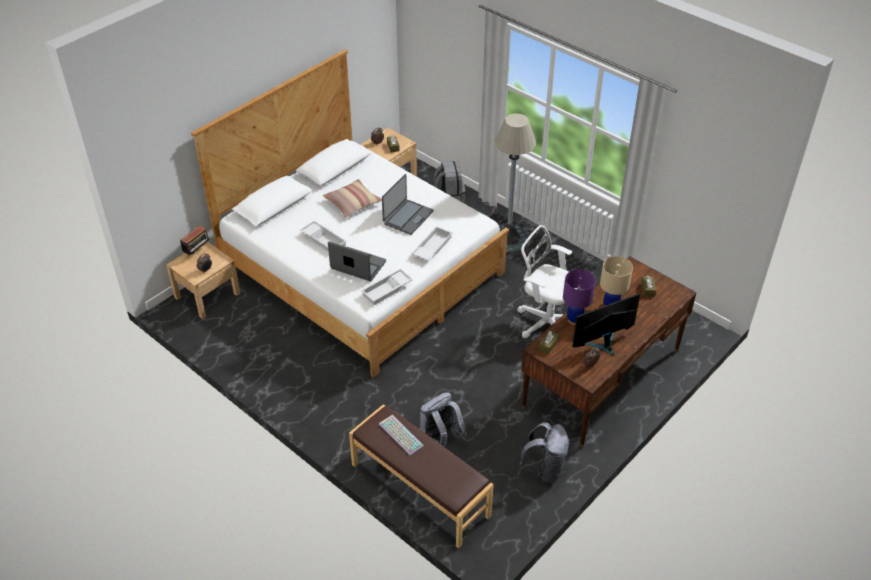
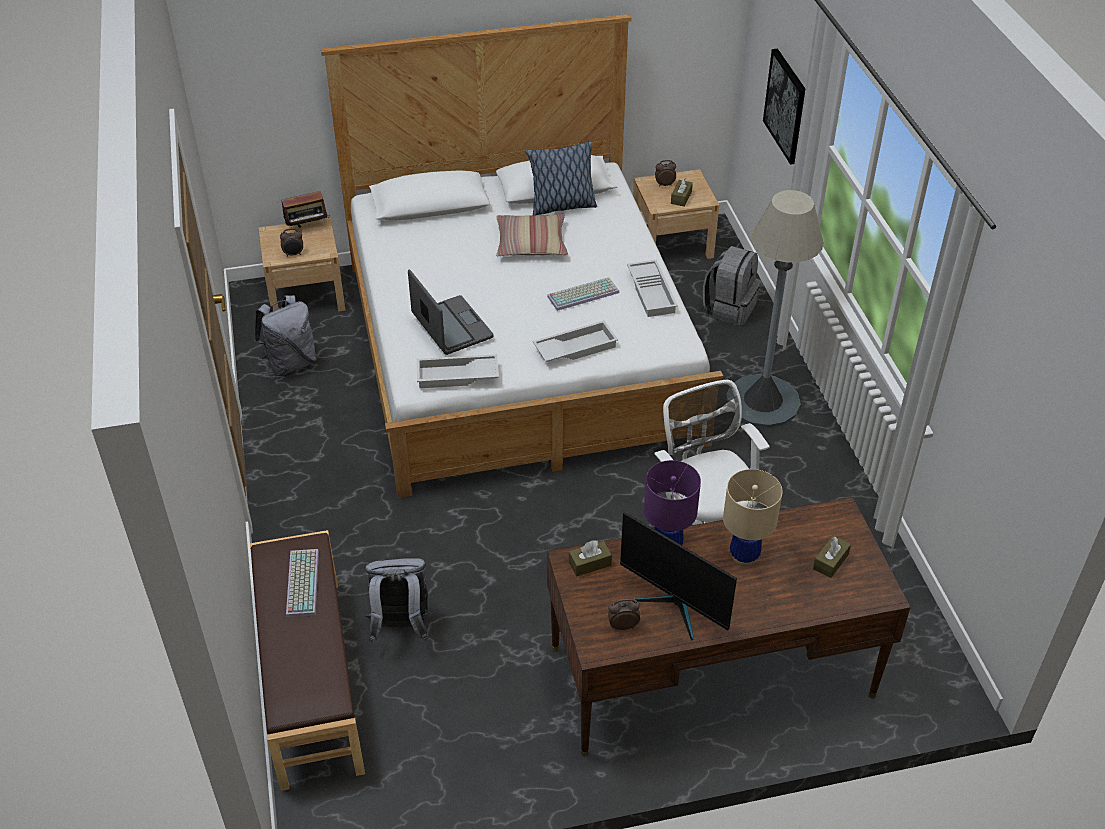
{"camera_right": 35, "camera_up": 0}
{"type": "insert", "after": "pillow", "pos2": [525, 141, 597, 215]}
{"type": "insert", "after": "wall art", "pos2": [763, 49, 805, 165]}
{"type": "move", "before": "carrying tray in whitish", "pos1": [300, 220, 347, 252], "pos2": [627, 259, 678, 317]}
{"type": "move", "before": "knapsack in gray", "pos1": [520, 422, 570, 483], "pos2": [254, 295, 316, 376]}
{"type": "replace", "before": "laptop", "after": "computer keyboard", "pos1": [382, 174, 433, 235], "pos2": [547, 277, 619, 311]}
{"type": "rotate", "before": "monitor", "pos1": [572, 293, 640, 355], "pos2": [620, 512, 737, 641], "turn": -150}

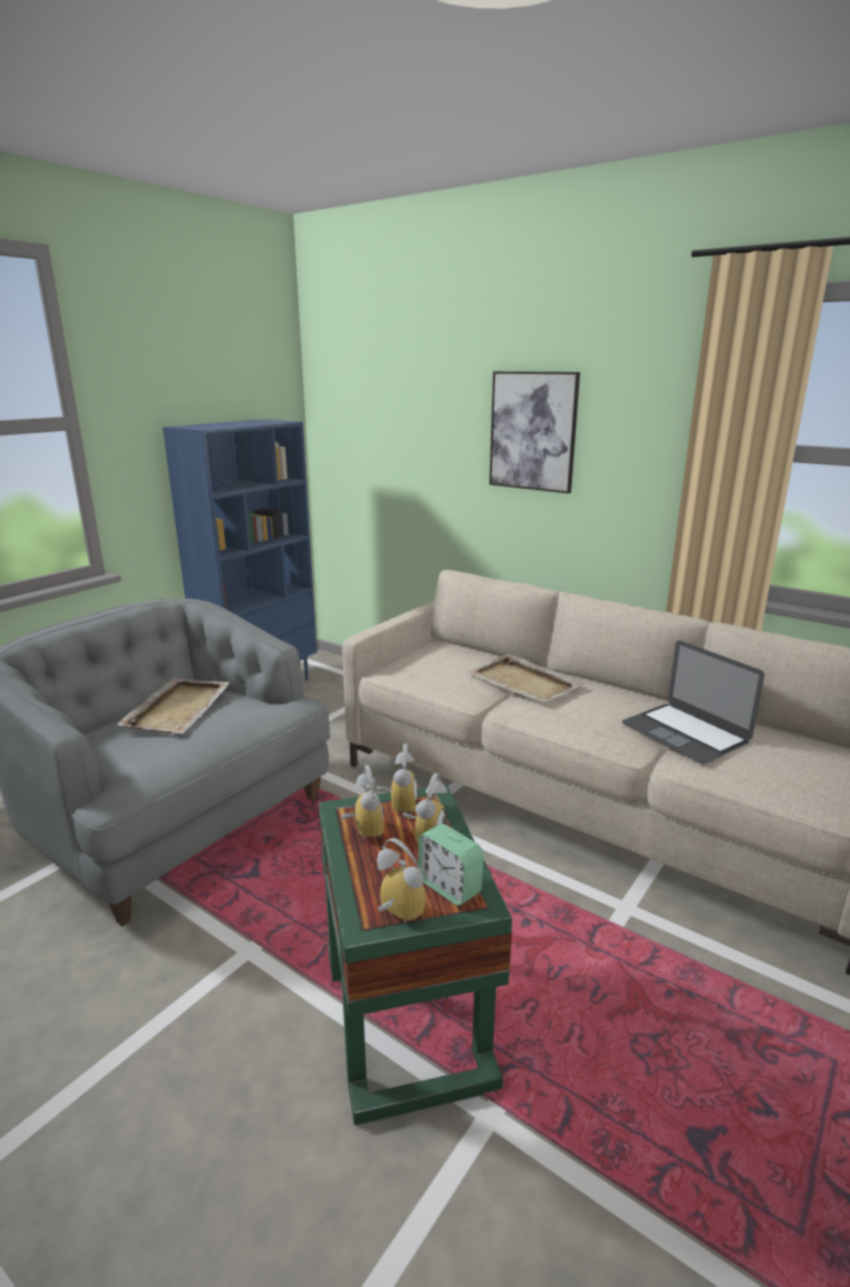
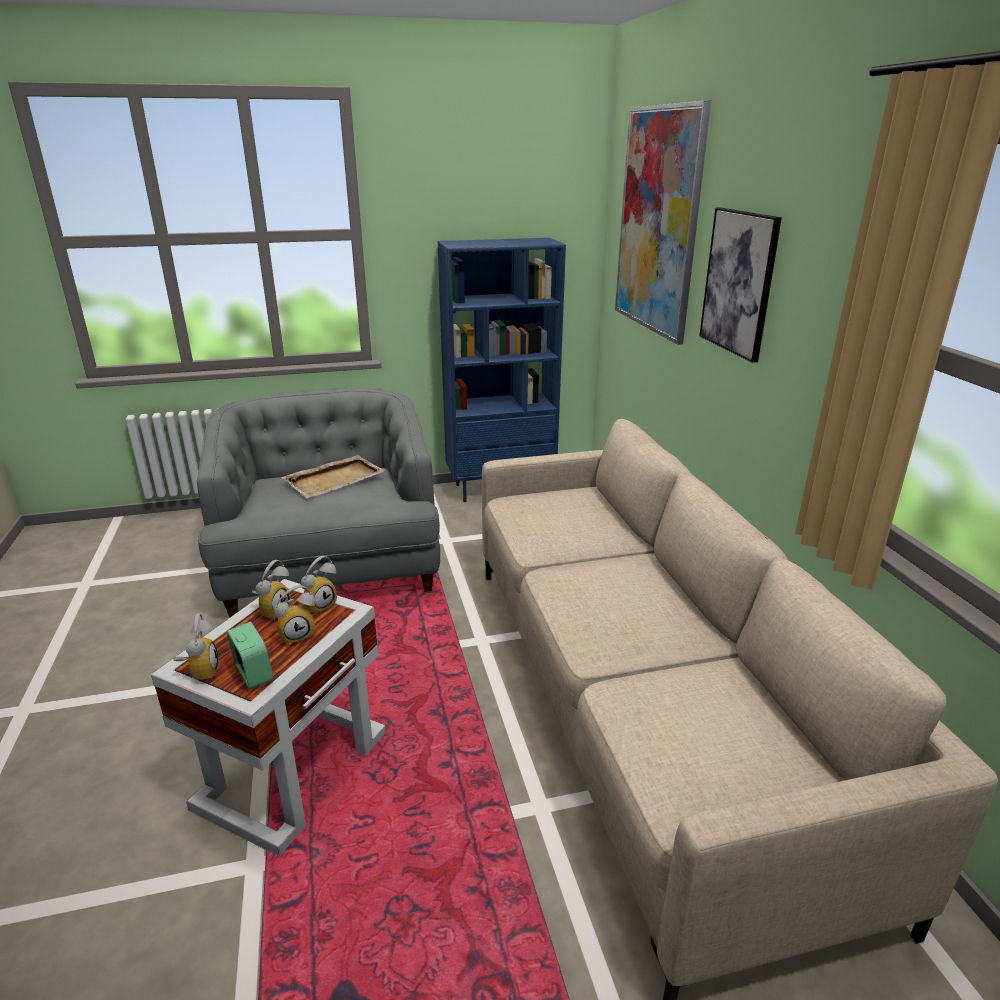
{"camera_right": 40, "camera_up": 5}
{"type": "delete", "before": "carrying tray in beige-coloured", "pos1": [467, 654, 585, 703]}
{"type": "delete", "before": "laptop", "pos1": [622, 640, 764, 764]}
{"type": "insert", "after": "wall art", "pos2": [615, 101, 711, 345]}
{"type": "recolor", "before": "side table in green-coloured", "after": "side table in whitish", "pos1": [318, 785, 512, 1125], "pos2": [151, 579, 386, 856]}
{"type": "rotate", "before": "bedside clock", "pos1": [418, 824, 484, 906], "pos2": [227, 622, 274, 689], "turn": 150}

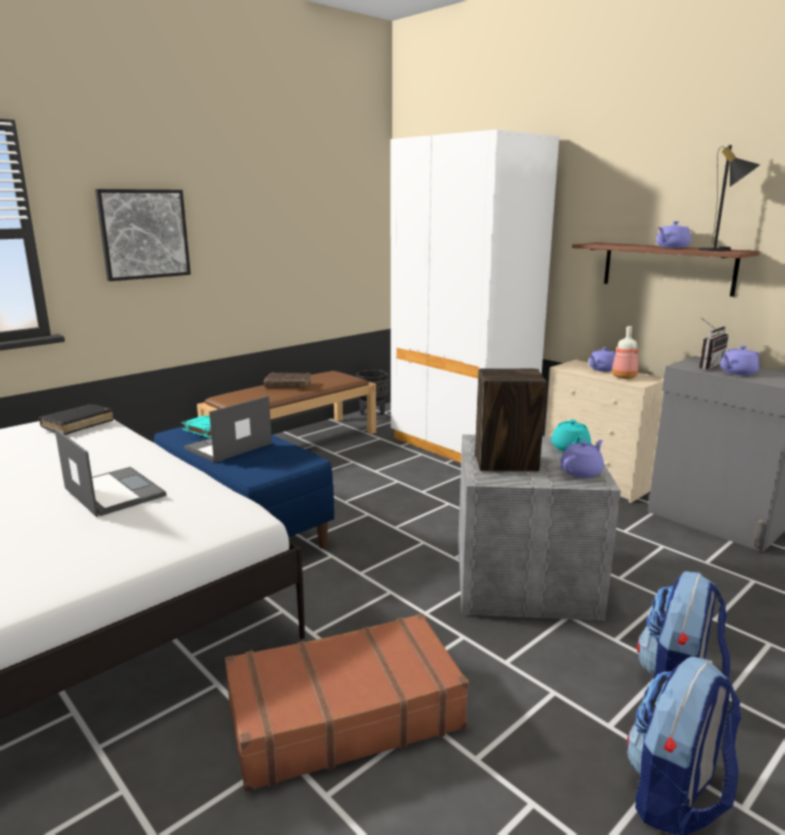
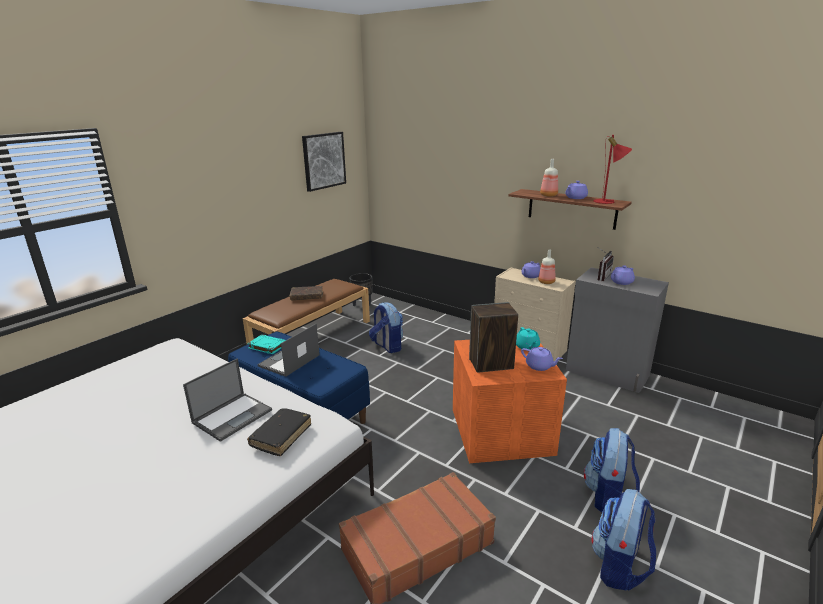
{"camera_right": -10, "camera_up": 5}
{"type": "delete", "before": "armoire in whitish", "pos1": [391, 129, 559, 463]}
{"type": "insert", "after": "knapsack", "pos2": [369, 302, 403, 353]}
{"type": "insert", "after": "bottle", "pos2": [540, 159, 558, 197]}
{"type": "move", "before": "book in blackish", "pos1": [39, 404, 114, 435], "pos2": [247, 408, 311, 456]}
{"type": "move", "before": "wall art", "pos1": [95, 189, 191, 281], "pos2": [302, 132, 346, 192]}
{"type": "recolor", "before": "storage container in gray", "after": "storage container in orange", "pos1": [458, 434, 621, 621], "pos2": [453, 340, 567, 463]}
{"type": "recolor", "before": "tabletop lamp in blackish", "after": "tabletop lamp in red", "pos1": [698, 145, 760, 251], "pos2": [593, 135, 632, 204]}
{"type": "rotate", "before": "laptop", "pos1": [55, 428, 167, 517], "pos2": [183, 358, 272, 442], "turn": 90}
{"type": "rotate", "before": "pot for tea in purplish", "pos1": [560, 440, 604, 478], "pos2": [521, 347, 563, 371], "turn": 90}

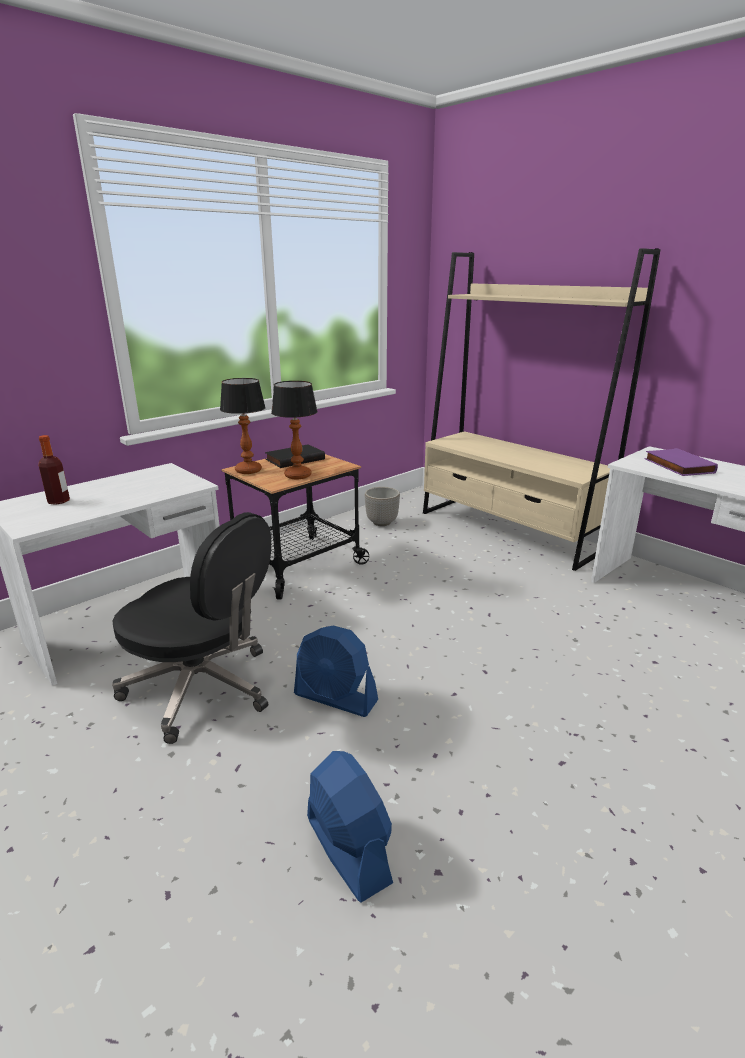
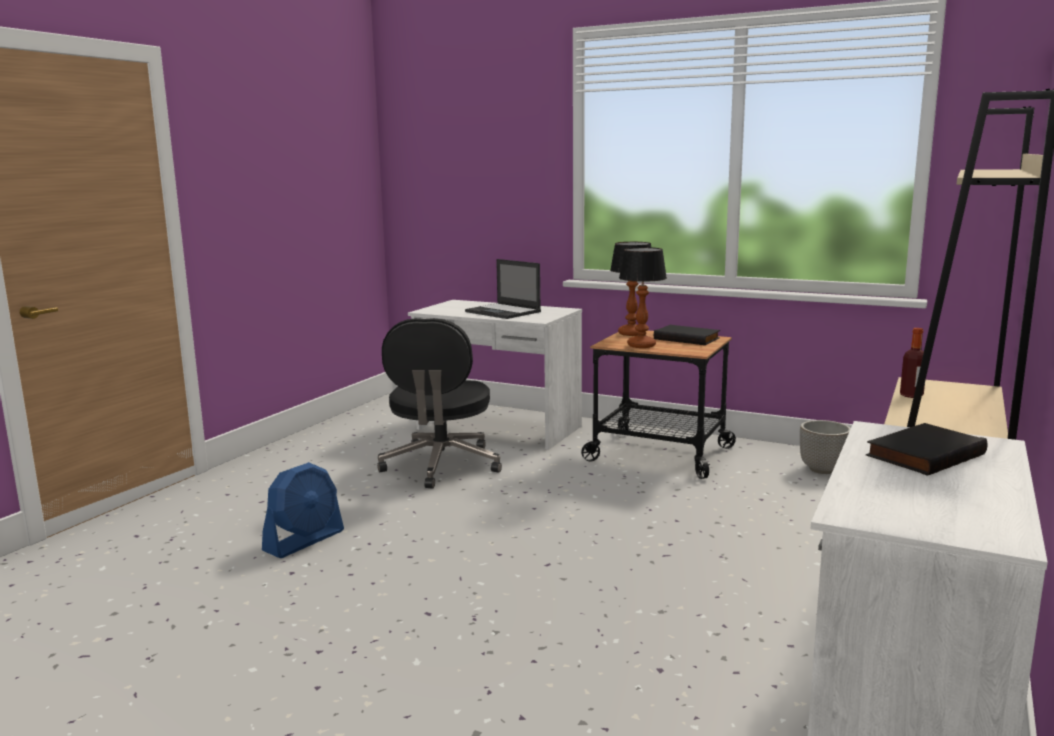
{"camera_right": 70, "camera_up": -10}
{"type": "delete", "before": "electric fan in blue-coloured", "pos1": [294, 625, 378, 717]}
{"type": "insert", "after": "laptop", "pos2": [465, 259, 541, 319]}
{"type": "move", "before": "bottle", "pos1": [38, 435, 70, 505], "pos2": [900, 328, 925, 398]}
{"type": "recolor", "before": "book in purplish", "after": "book in blackish", "pos1": [644, 448, 718, 476], "pos2": [866, 423, 988, 476]}

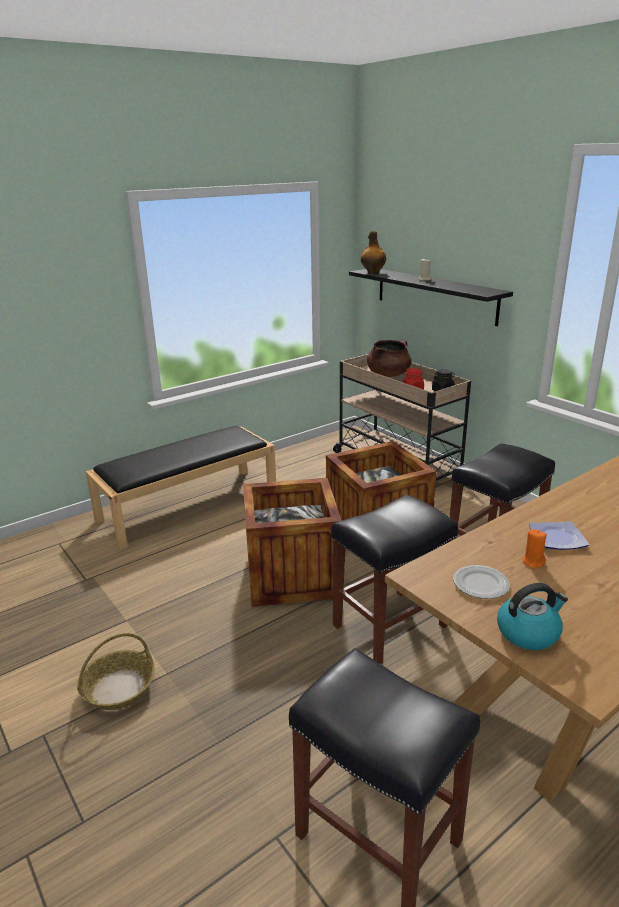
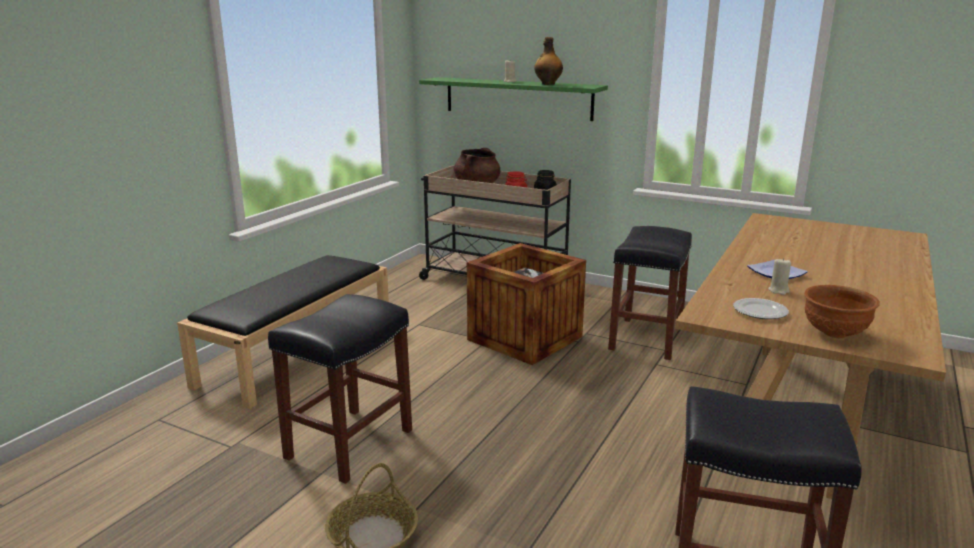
{"camera_right": -25, "camera_up": -5}
{"type": "delete", "before": "shipping crate", "pos1": [243, 478, 342, 607]}
{"type": "move", "before": "stool in blackish", "pos1": [331, 494, 458, 664], "pos2": [268, 294, 412, 484]}
{"type": "move", "before": "bottle", "pos1": [361, 231, 386, 274], "pos2": [534, 37, 563, 85]}
{"type": "replace", "before": "kettle", "after": "serving bowl in brownish", "pos1": [497, 583, 568, 650], "pos2": [804, 285, 880, 338]}
{"type": "recolor", "before": "bracket shelf in blackish", "after": "bracket shelf in green-coloured", "pos1": [349, 269, 513, 326], "pos2": [419, 77, 608, 121]}
{"type": "recolor", "before": "candle in orange", "after": "candle in beige-coloured", "pos1": [522, 529, 547, 569], "pos2": [768, 258, 791, 295]}

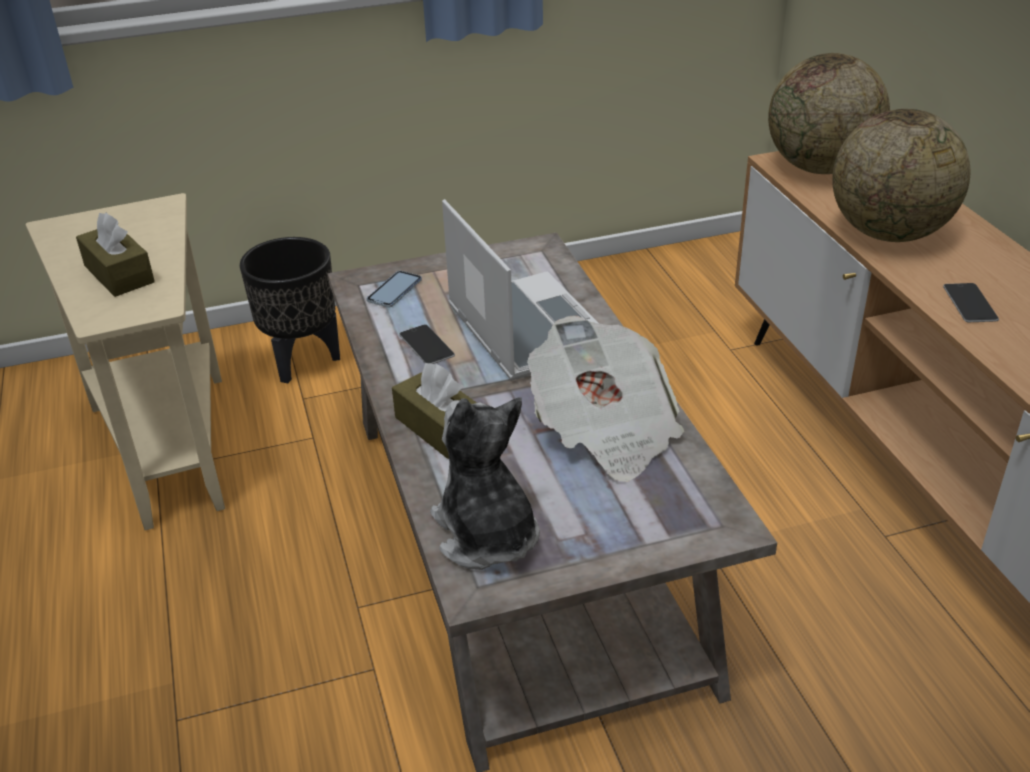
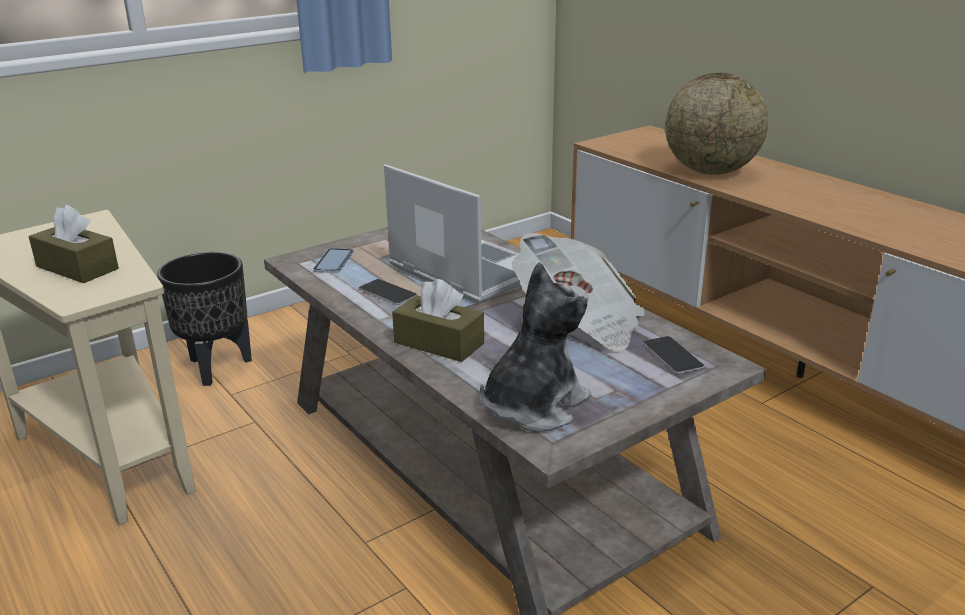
{"camera_right": -20, "camera_up": -10}
{"type": "delete", "before": "desk globe", "pos1": [768, 53, 890, 174]}
{"type": "move", "before": "telephone", "pos1": [943, 283, 999, 322], "pos2": [642, 336, 705, 374]}
{"type": "rotate", "before": "soft toy", "pos1": [430, 397, 540, 570], "pos2": [480, 262, 591, 432], "turn": 90}

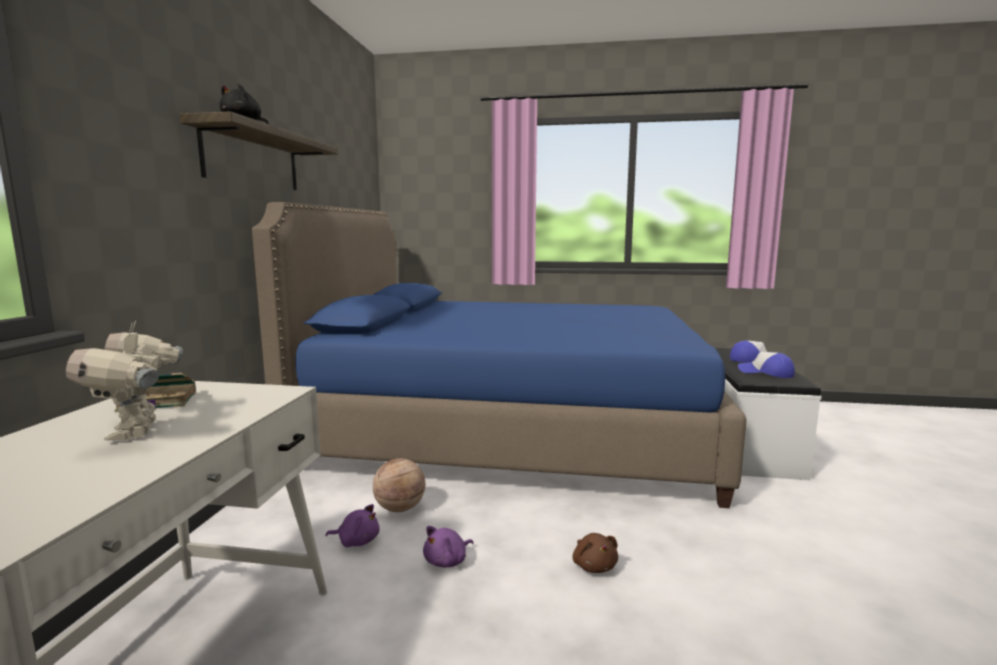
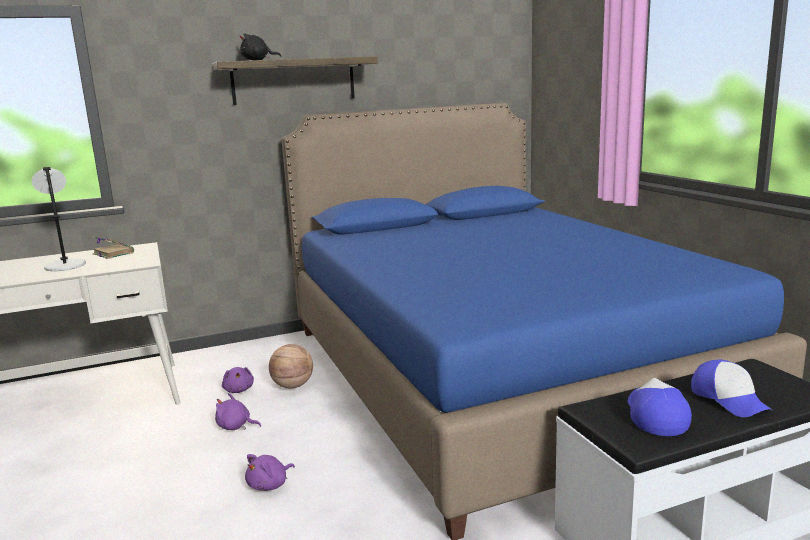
{"camera_right": 60, "camera_up": 5}
{"type": "replace", "before": "robot figure", "after": "tabletop lamp in gray", "pos1": [66, 321, 183, 440], "pos2": [32, 167, 86, 271]}
{"type": "recolor", "before": "soft toy in brownish", "after": "soft toy in purplish", "pos1": [573, 533, 618, 573], "pos2": [245, 454, 295, 491]}

